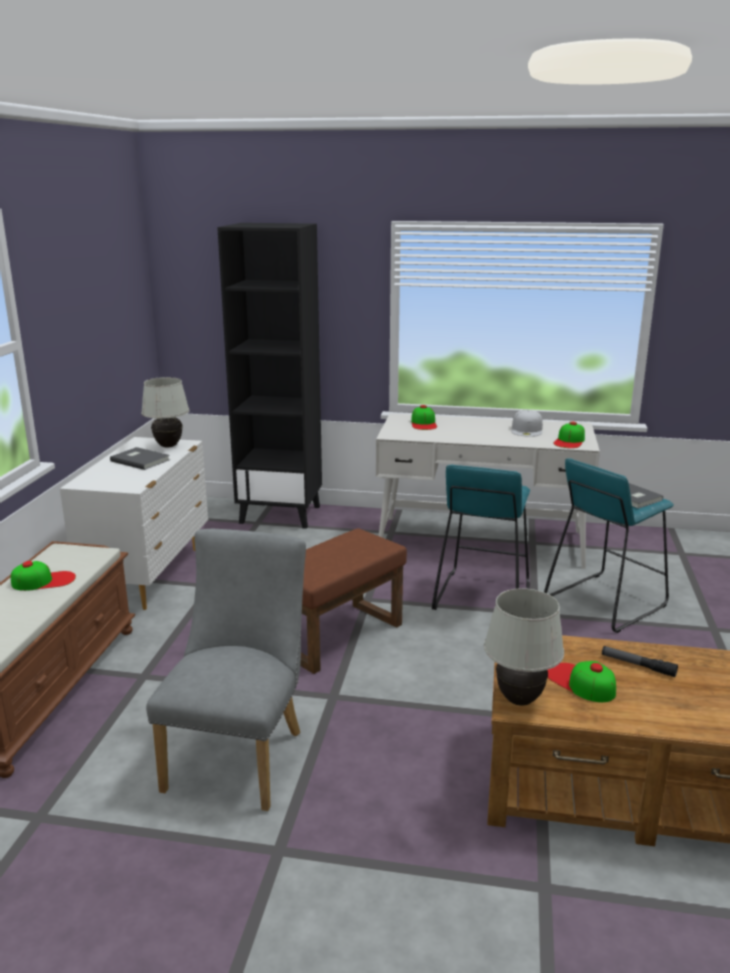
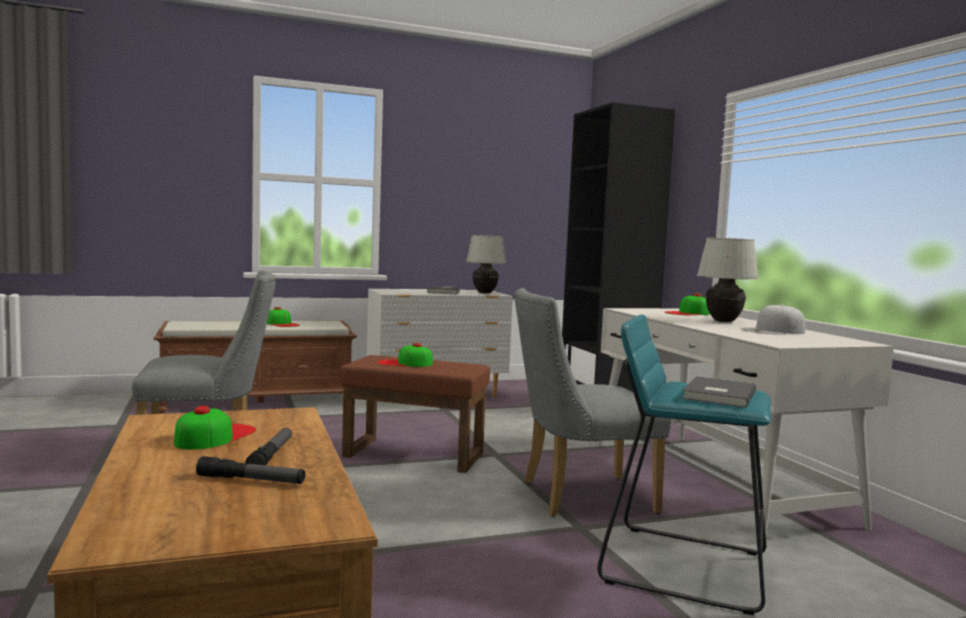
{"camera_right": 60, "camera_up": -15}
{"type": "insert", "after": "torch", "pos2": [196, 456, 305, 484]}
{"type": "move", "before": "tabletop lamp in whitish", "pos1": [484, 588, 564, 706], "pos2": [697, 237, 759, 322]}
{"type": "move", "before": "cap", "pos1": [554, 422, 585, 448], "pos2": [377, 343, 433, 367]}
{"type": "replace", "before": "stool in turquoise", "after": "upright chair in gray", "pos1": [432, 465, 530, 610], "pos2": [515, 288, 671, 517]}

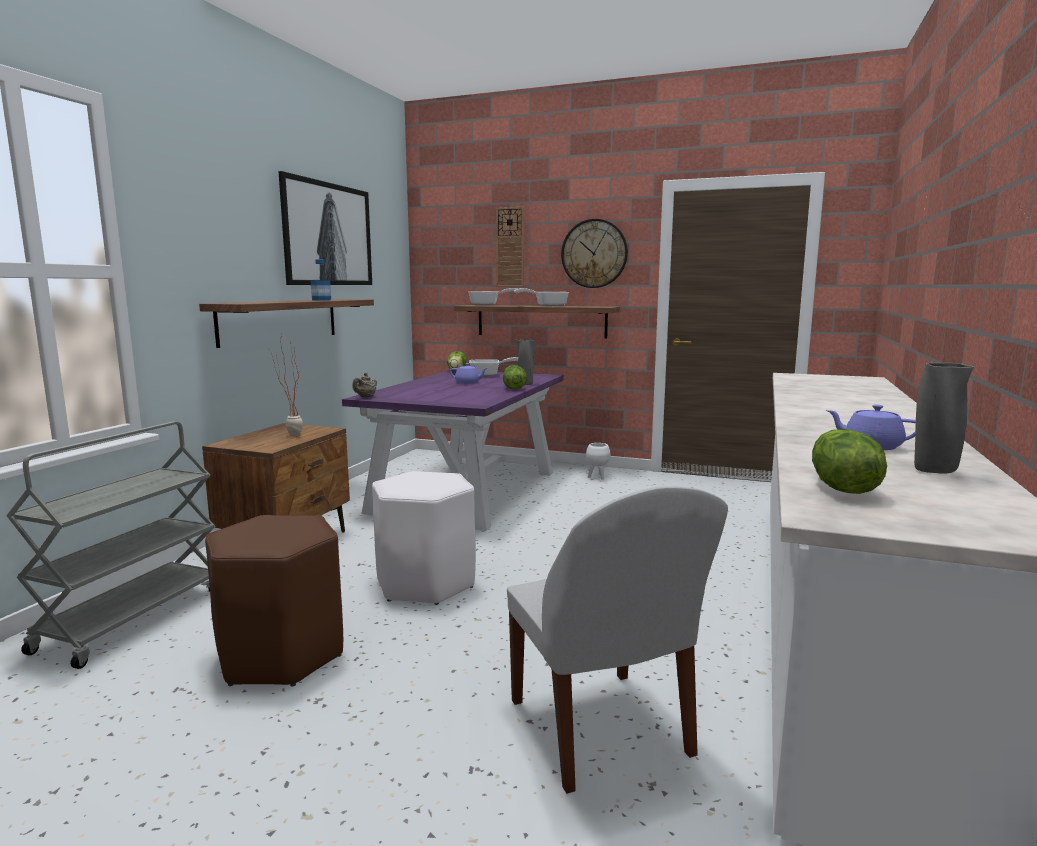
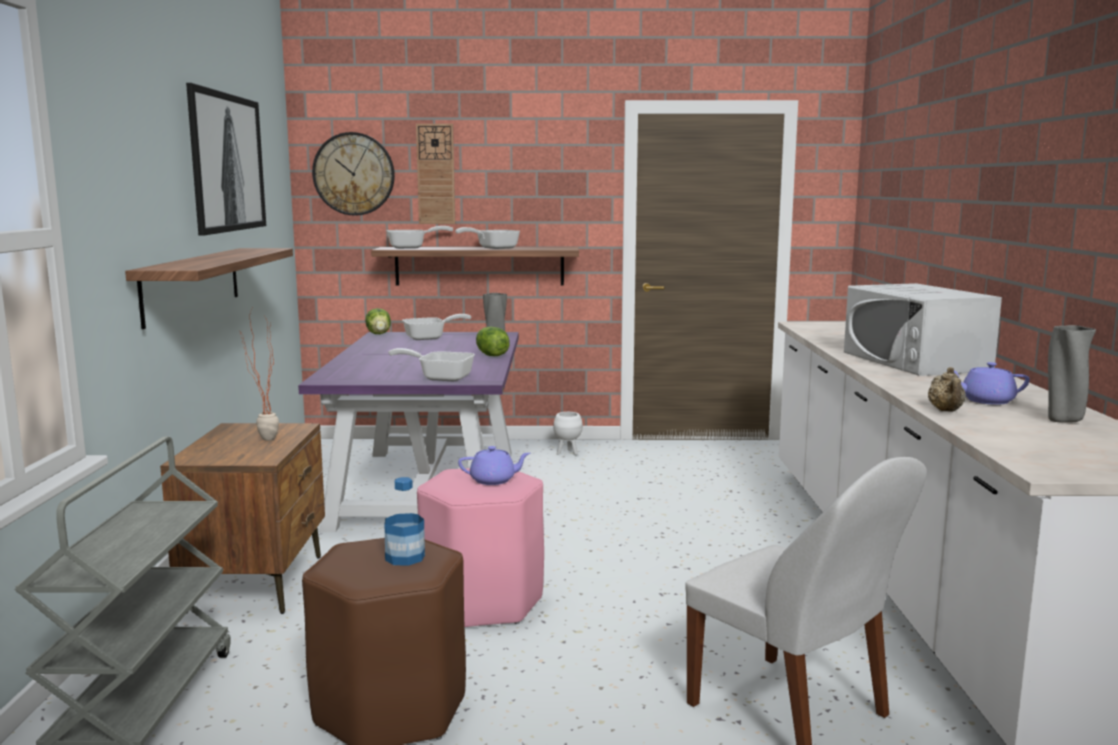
{"camera_right": -20, "camera_up": 0}
{"type": "delete", "before": "lettuce", "pos1": [812, 429, 887, 494]}
{"type": "insert", "after": "frying pan", "pos2": [388, 348, 475, 381]}
{"type": "insert", "after": "microwave in whitish", "pos2": [844, 283, 1002, 376]}
{"type": "move", "before": "bottle", "pos1": [310, 259, 331, 301], "pos2": [385, 477, 425, 566]}
{"type": "move", "before": "pot for tea in beige-coloured", "pos1": [352, 373, 377, 398], "pos2": [928, 367, 966, 412]}
{"type": "move", "before": "pot for tea in purplish", "pos1": [450, 363, 487, 384], "pos2": [458, 446, 530, 485]}
{"type": "move", "before": "wall clock", "pos1": [561, 219, 628, 288], "pos2": [312, 132, 395, 216]}
{"type": "recolor", "before": "stool in whitish", "after": "stool in pink", "pos1": [372, 471, 476, 605], "pos2": [417, 468, 544, 627]}

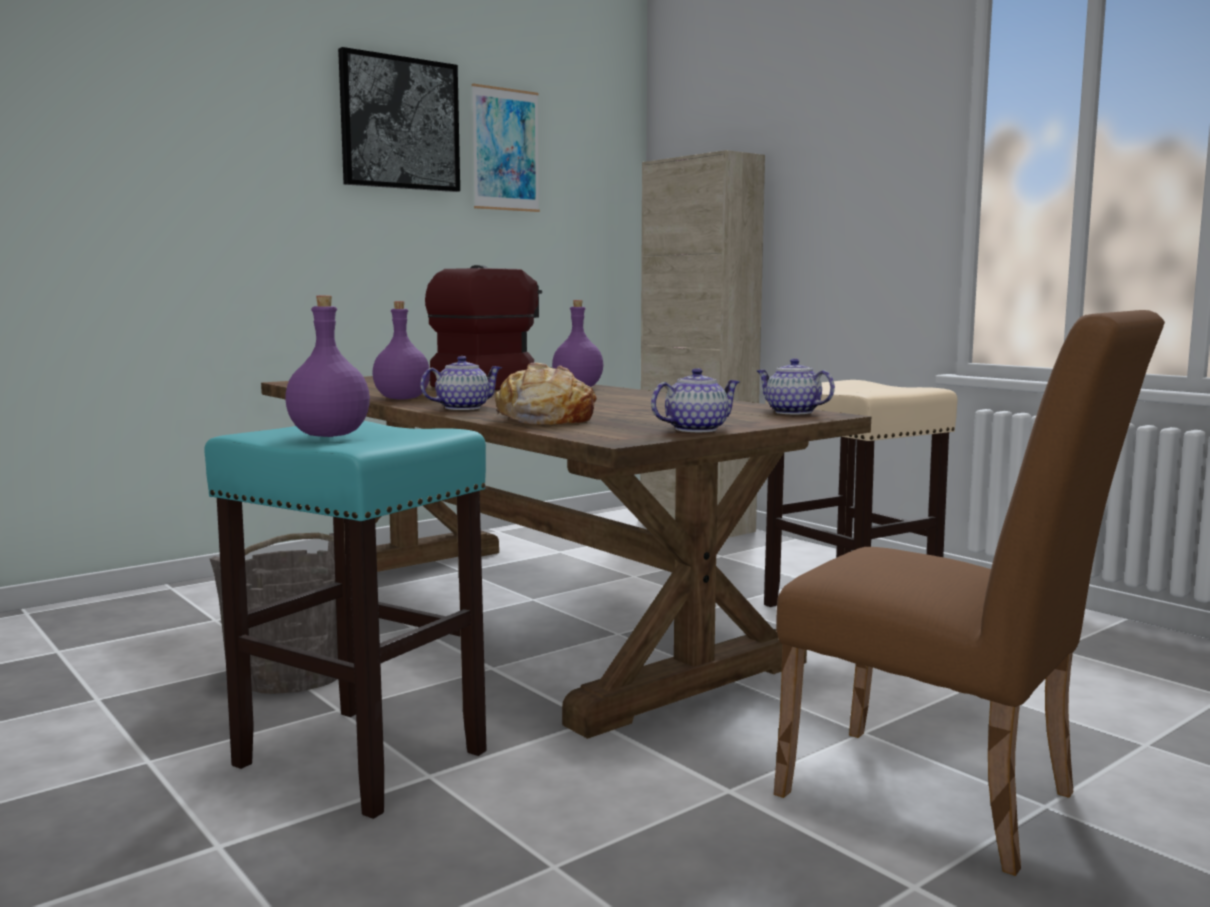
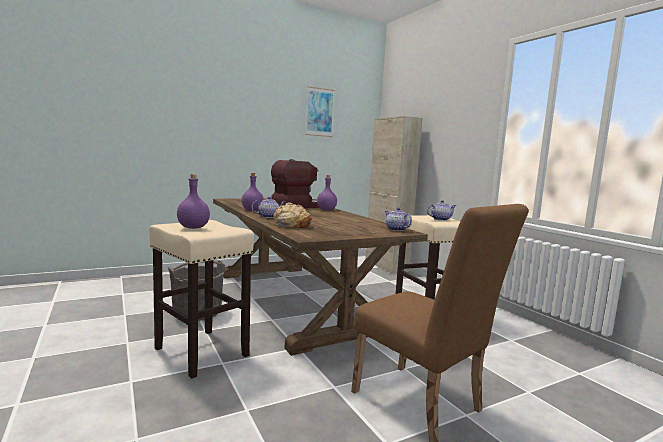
{"camera_right": 10, "camera_up": 0}
{"type": "delete", "before": "wall art", "pos1": [338, 47, 460, 192]}
{"type": "move", "before": "pot for tea", "pos1": [651, 368, 740, 432], "pos2": [427, 200, 456, 221]}
{"type": "recolor", "before": "stool in turquoise", "after": "stool in beige-coloured", "pos1": [204, 421, 487, 819], "pos2": [149, 220, 254, 378]}

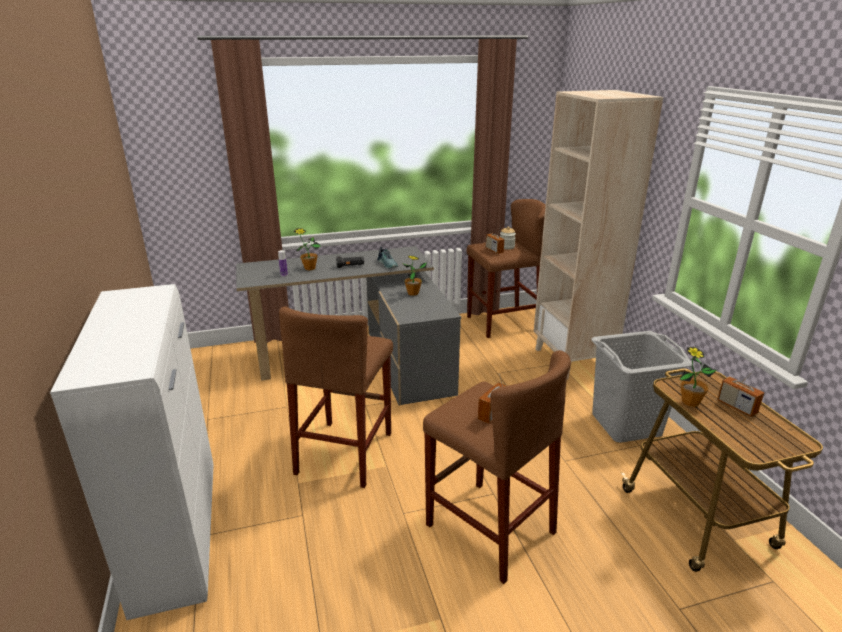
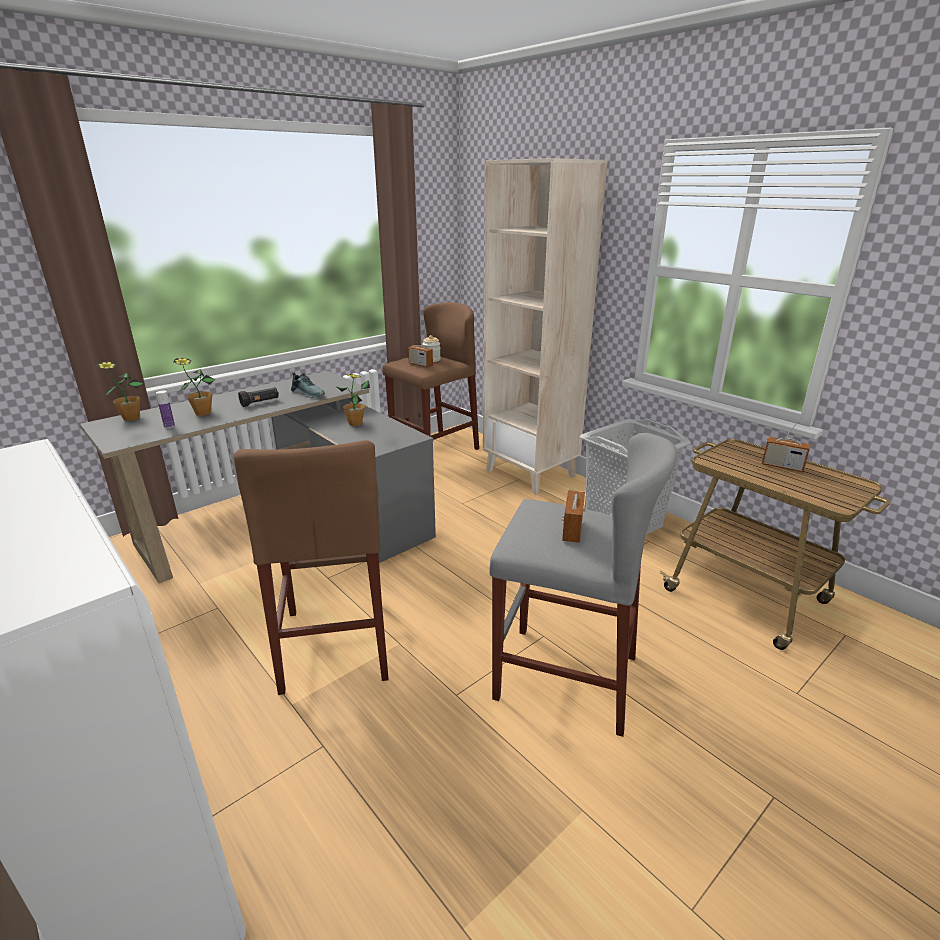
{"camera_right": -25, "camera_up": 0}
{"type": "move", "before": "plant in a pot", "pos1": [680, 347, 717, 407], "pos2": [97, 362, 143, 421]}
{"type": "recolor", "before": "stool in brownish", "after": "stool in gray", "pos1": [423, 350, 571, 584], "pos2": [489, 433, 677, 737]}

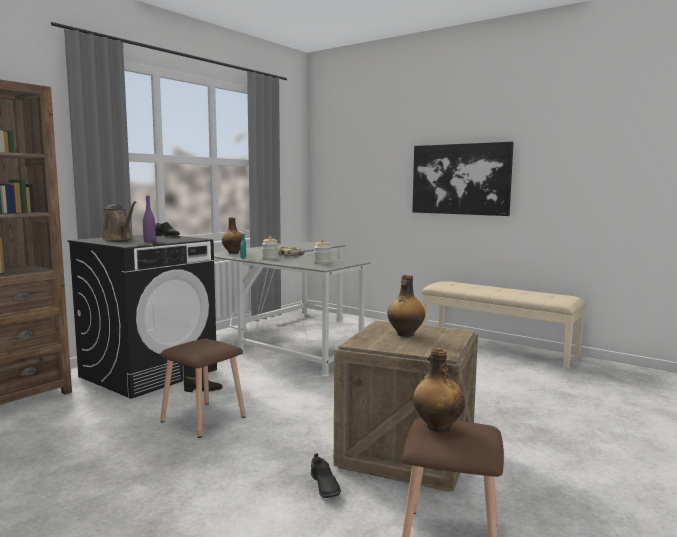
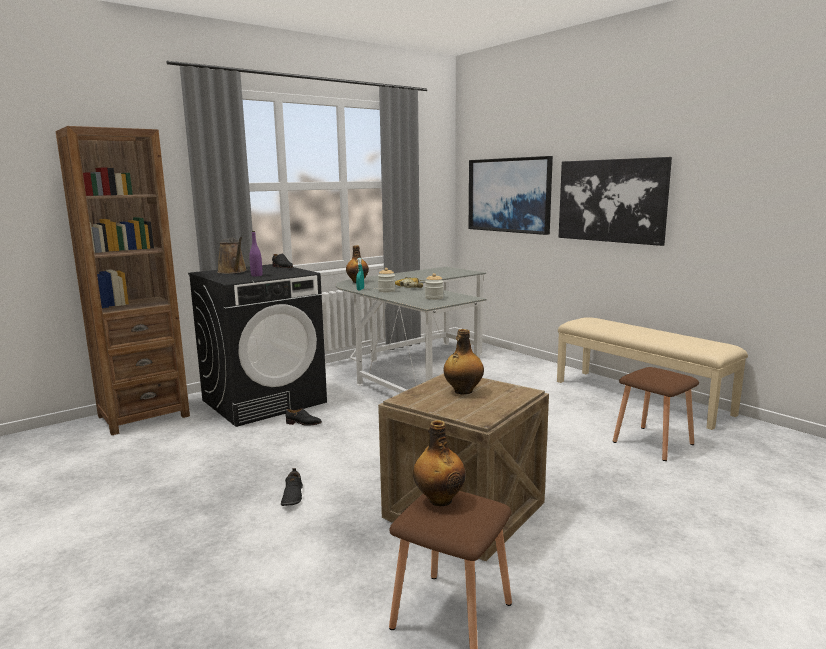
{"camera_right": 15, "camera_up": 5}
{"type": "insert", "after": "wall art", "pos2": [469, 156, 553, 235]}
{"type": "move", "before": "stool in brownish", "pos1": [160, 339, 246, 438], "pos2": [613, 367, 699, 461]}
{"type": "move", "before": "shoe in blackish", "pos1": [311, 453, 341, 498], "pos2": [281, 468, 303, 506]}

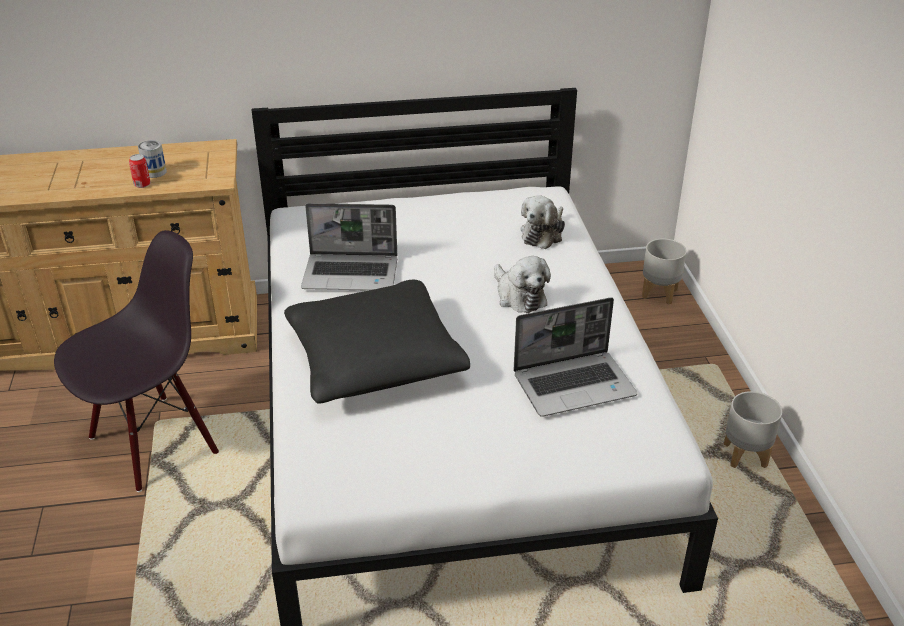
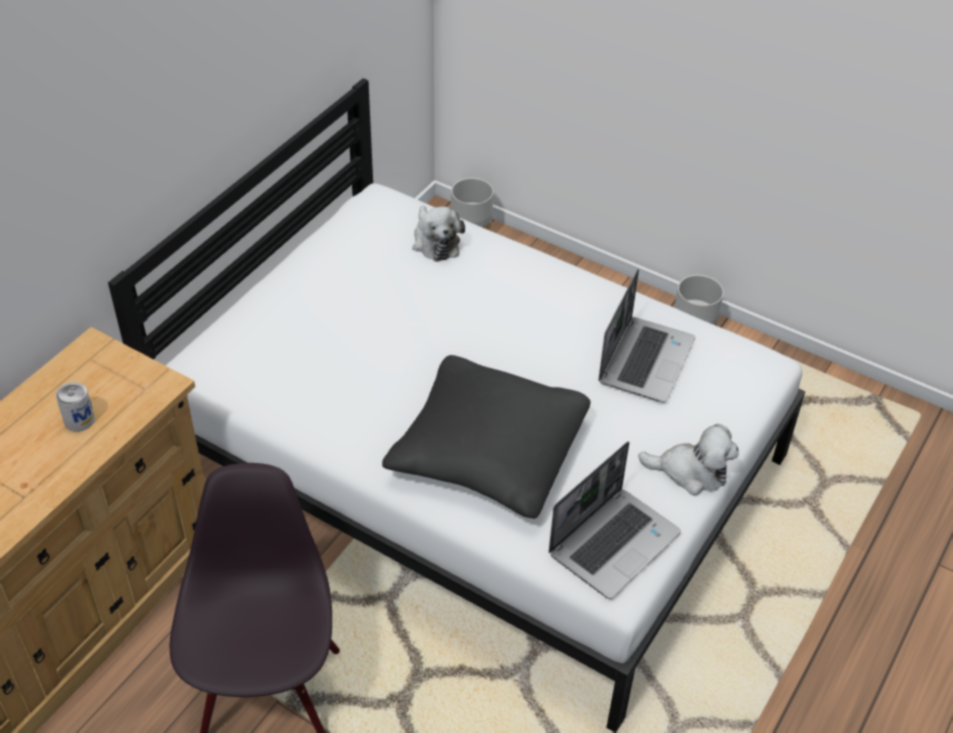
{"camera_right": -50, "camera_up": 10}
{"type": "delete", "before": "metal can", "pos1": [129, 154, 151, 188]}
{"type": "move", "before": "laptop", "pos1": [301, 203, 397, 291], "pos2": [549, 441, 681, 599]}
{"type": "move", "before": "soft toy", "pos1": [494, 256, 551, 313], "pos2": [638, 424, 739, 496]}

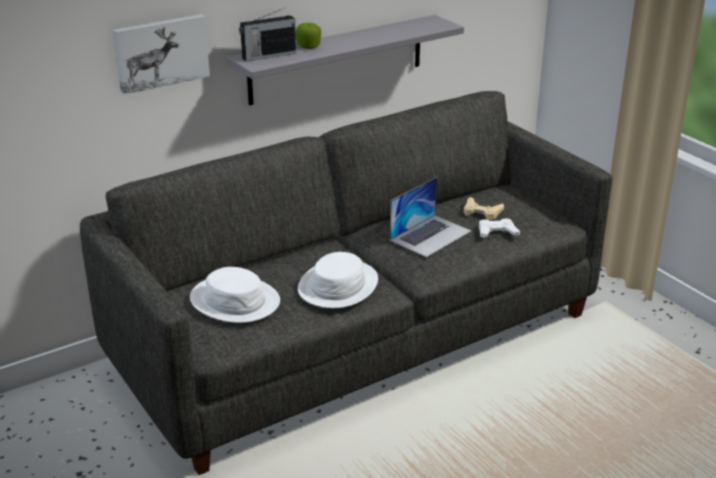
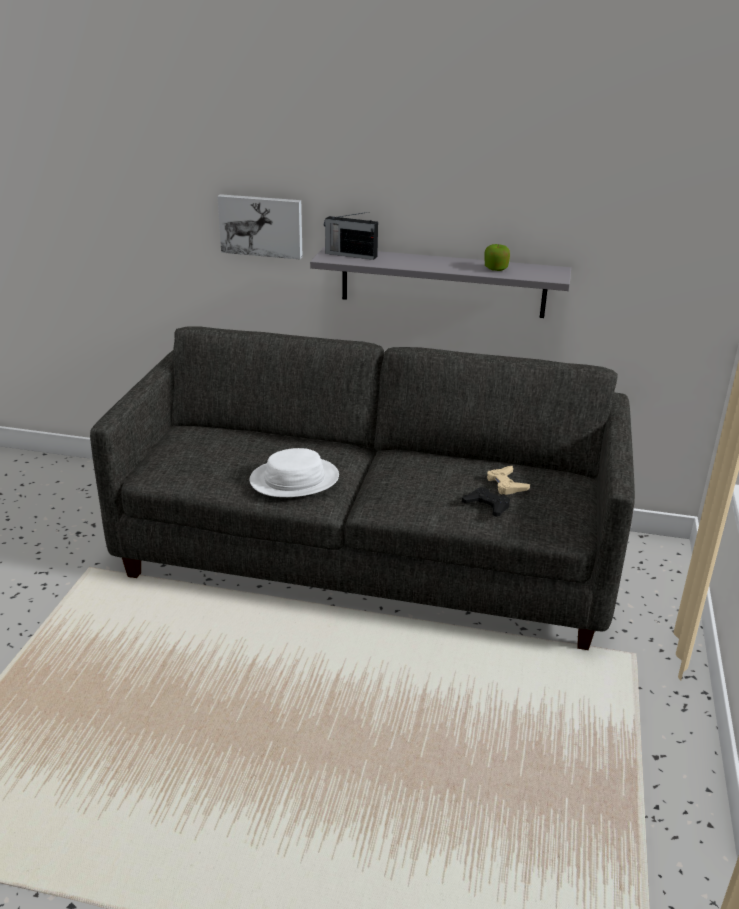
{"camera_right": 45, "camera_up": 0}
{"type": "delete", "before": "hat in whitish", "pos1": [190, 267, 280, 323]}
{"type": "delete", "before": "laptop", "pos1": [390, 177, 471, 257]}
{"type": "move", "before": "apple", "pos1": [296, 23, 321, 49], "pos2": [484, 244, 510, 271]}
{"type": "recolor", "before": "game controller in whitish", "after": "game controller in blackish", "pos1": [479, 218, 520, 238], "pos2": [462, 487, 510, 517]}

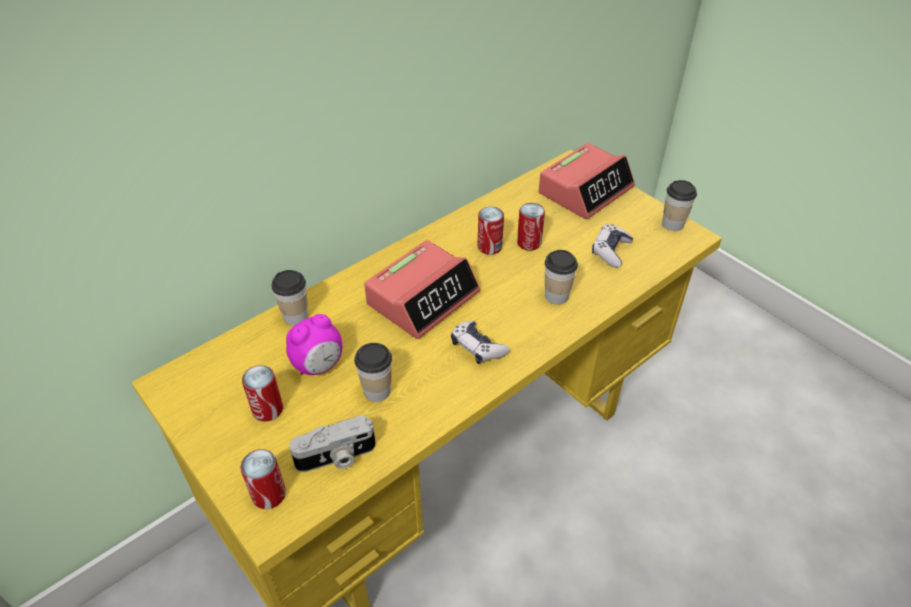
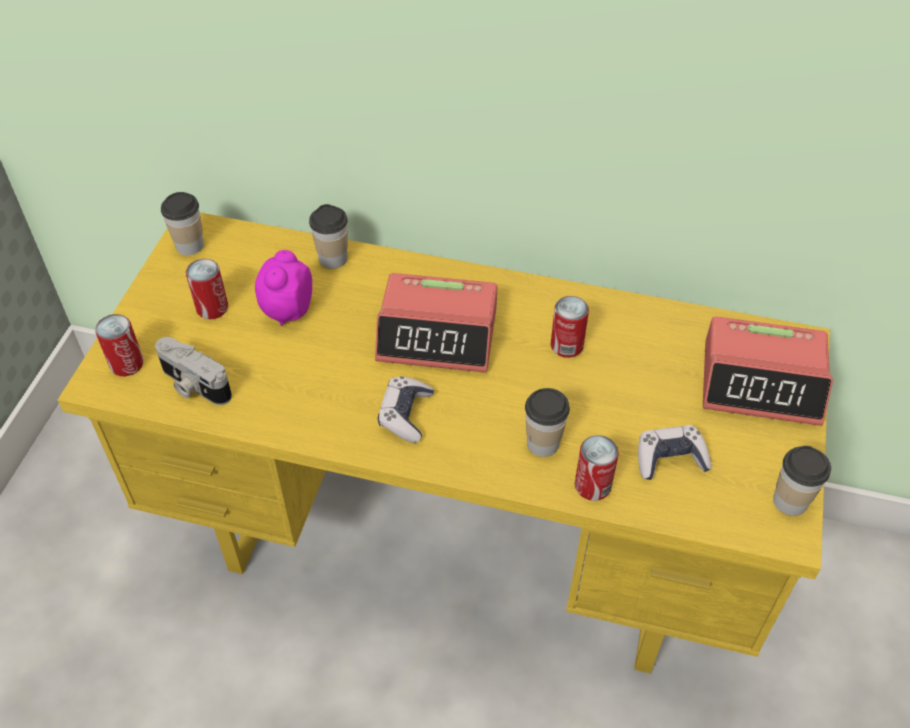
{"camera_right": 55, "camera_up": 5}
{"type": "move", "before": "cup", "pos1": [354, 343, 392, 402], "pos2": [161, 192, 204, 255]}
{"type": "move", "before": "metal can", "pos1": [517, 203, 545, 251], "pos2": [575, 435, 619, 501]}
{"type": "rotate", "before": "bedside clock", "pos1": [286, 314, 342, 375], "pos2": [255, 250, 312, 326], "turn": 90}

